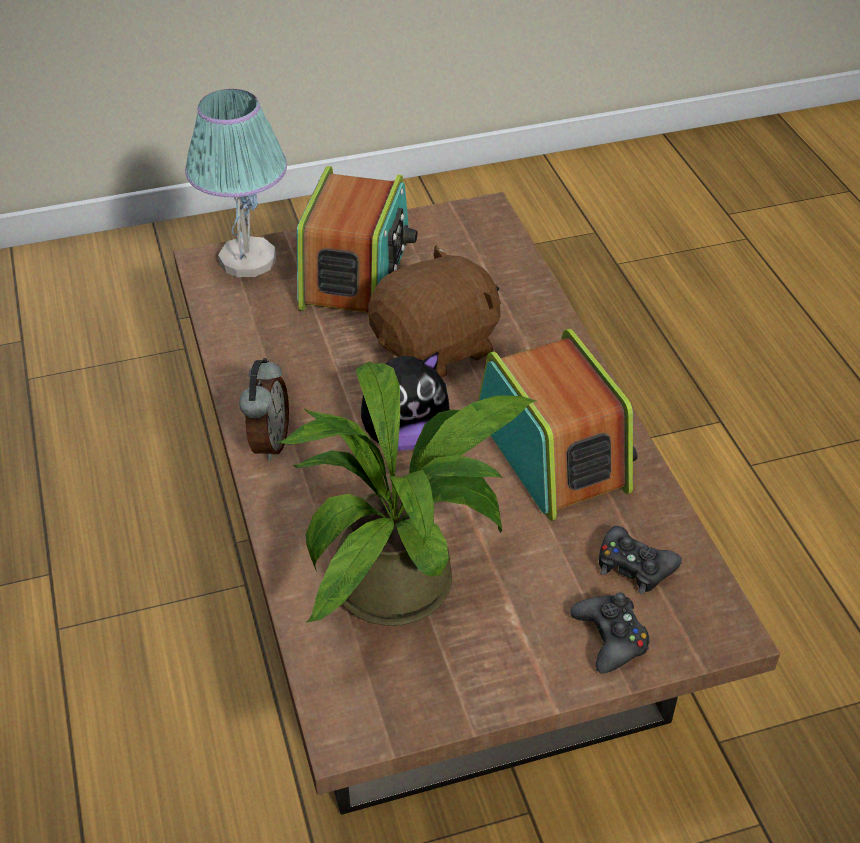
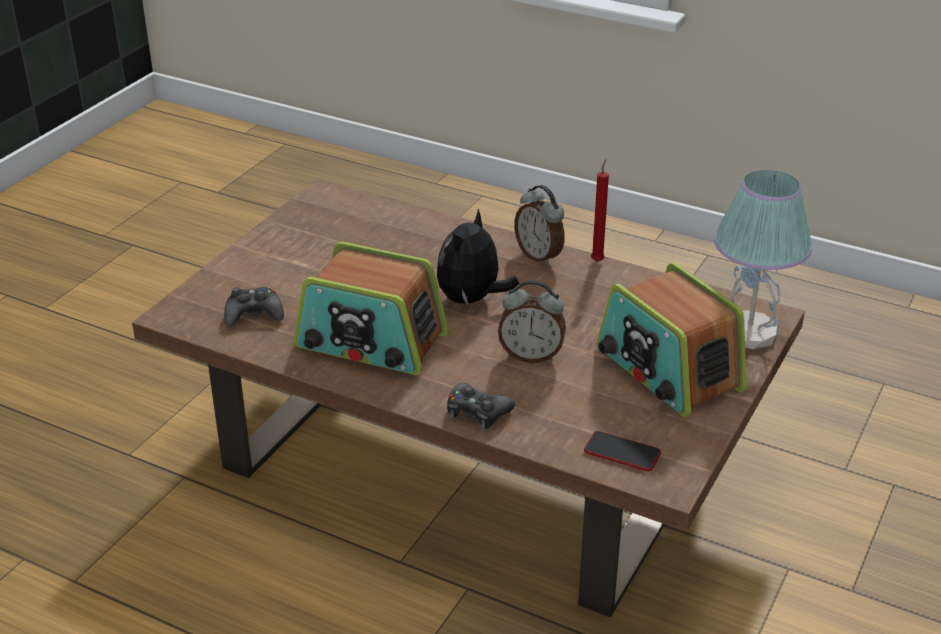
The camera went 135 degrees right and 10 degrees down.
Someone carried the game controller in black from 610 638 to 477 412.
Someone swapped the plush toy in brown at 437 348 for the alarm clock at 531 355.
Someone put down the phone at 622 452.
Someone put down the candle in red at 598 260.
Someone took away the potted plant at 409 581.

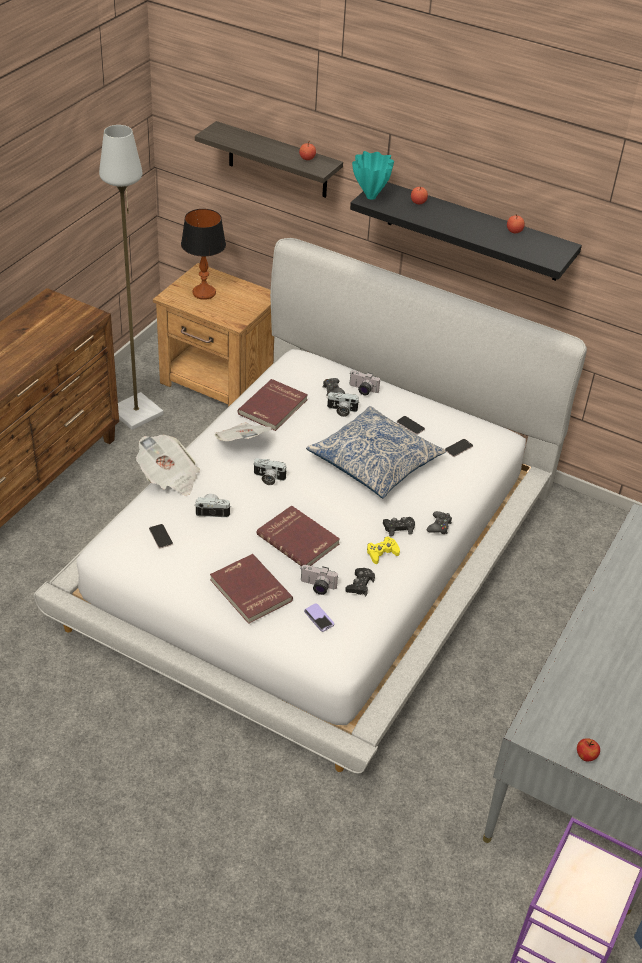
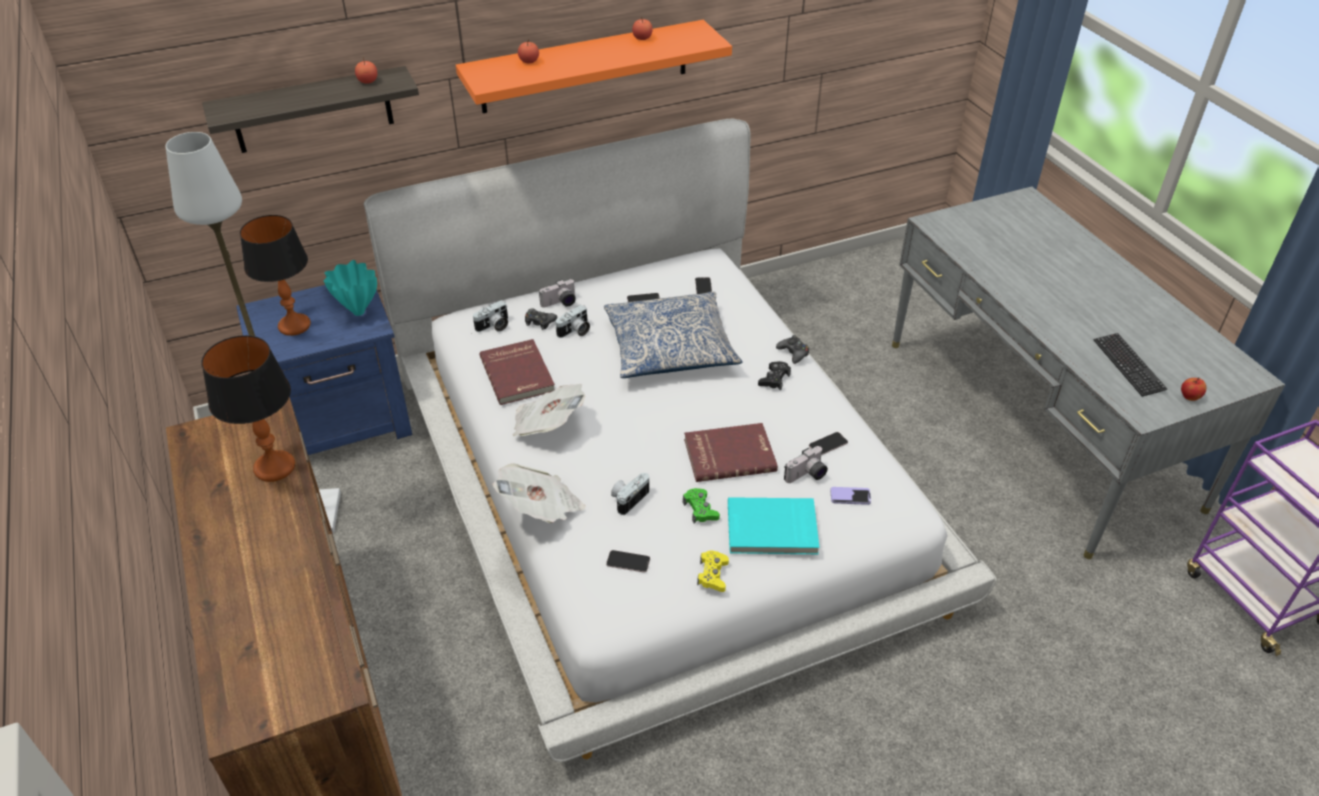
The camera went 50 degrees left and 0 degrees up.
Someone put down the table lamp at 275 467.
Someone repainted the nightstand in brown at 219 381, which became the nightstand in blue at 344 421.
Someone carried the vase in turquoise from 370 196 to 357 312.
Someone repainted the shelf in black at 473 231, which became the shelf in orange at 585 67.
Someone carried the photo camera from 268 478 to 494 326.
Someone put down the game controller in green at 700 510.
Someone carried the game controller in yellow from 382 553 to 712 575.
Someone repainted the book in red at 249 591, which became the book in turquoise at 772 530.
Someone swapped the game controller in black at 360 585 for the phone at 828 444.
Someone put down the keyboard at 1128 365.

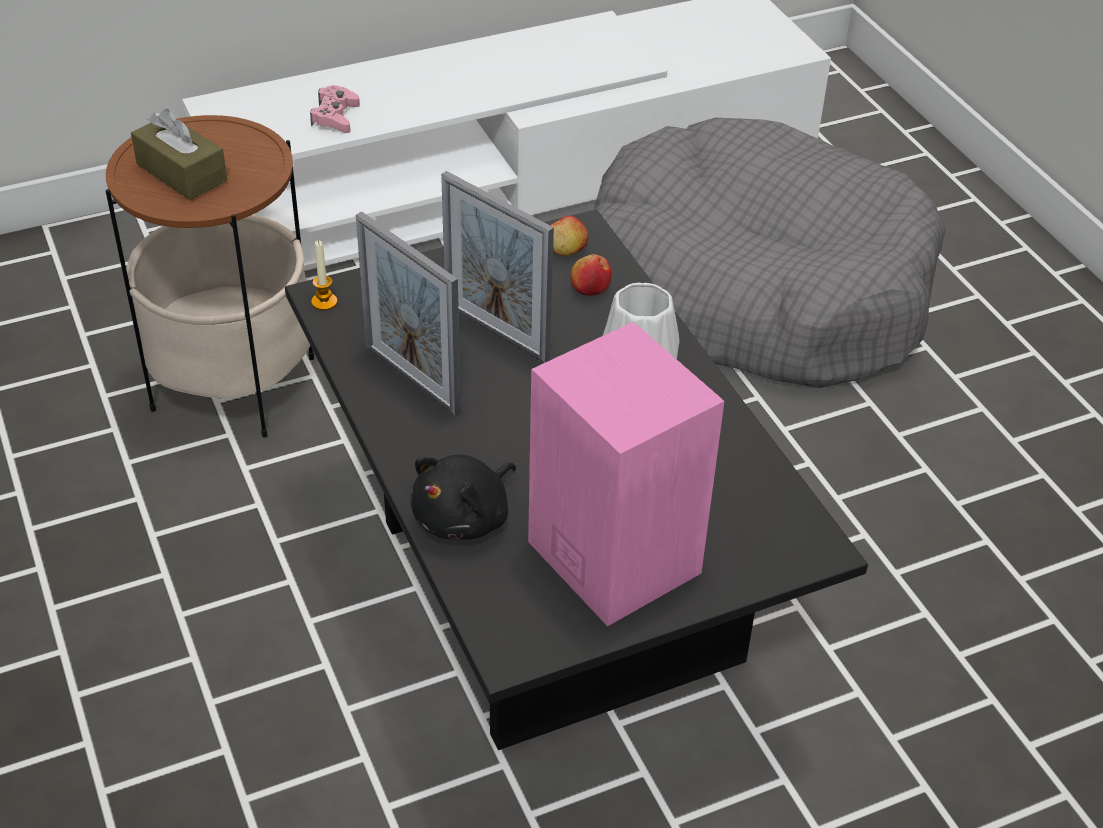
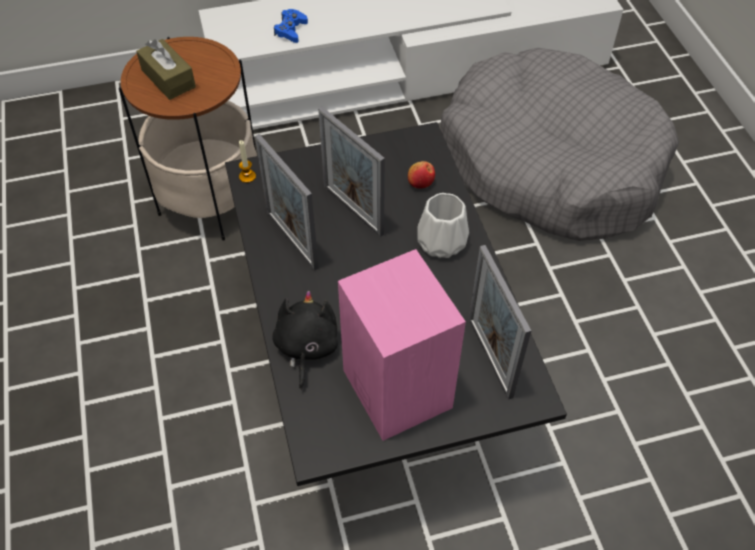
The camera went 10 degrees right and 10 degrees up.
Someone rotated the plush toy in black at 465 517 by 135 degrees clockwise.
Someone repainted the game controller in pink at 335 117, which became the game controller in blue at 291 30.
Someone put down the picture frame at 490 357.
Someone took away the apple at 566 250.

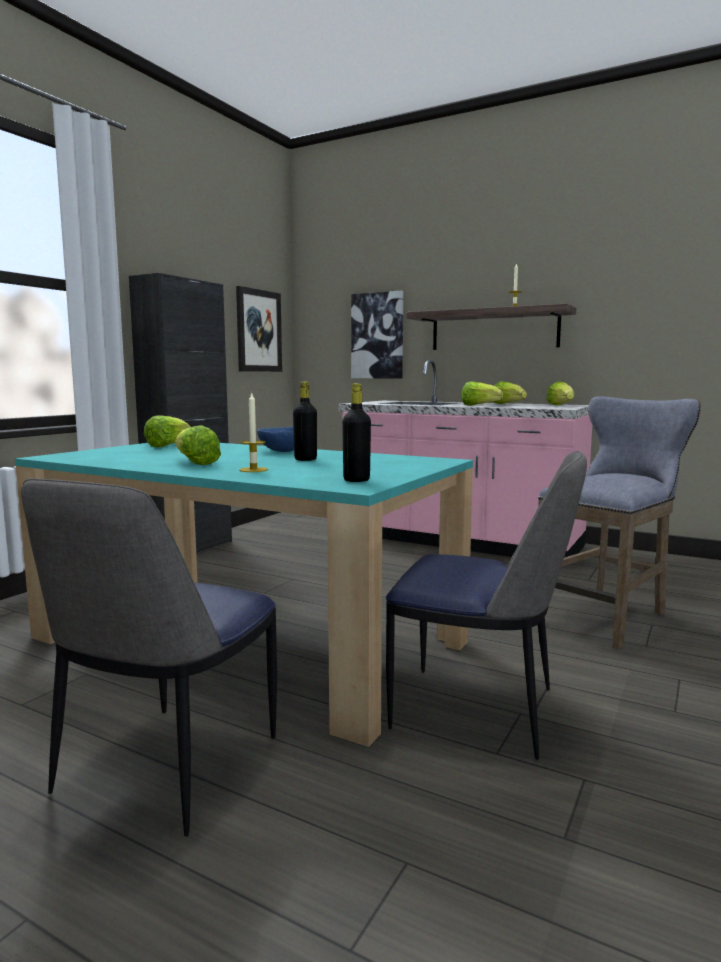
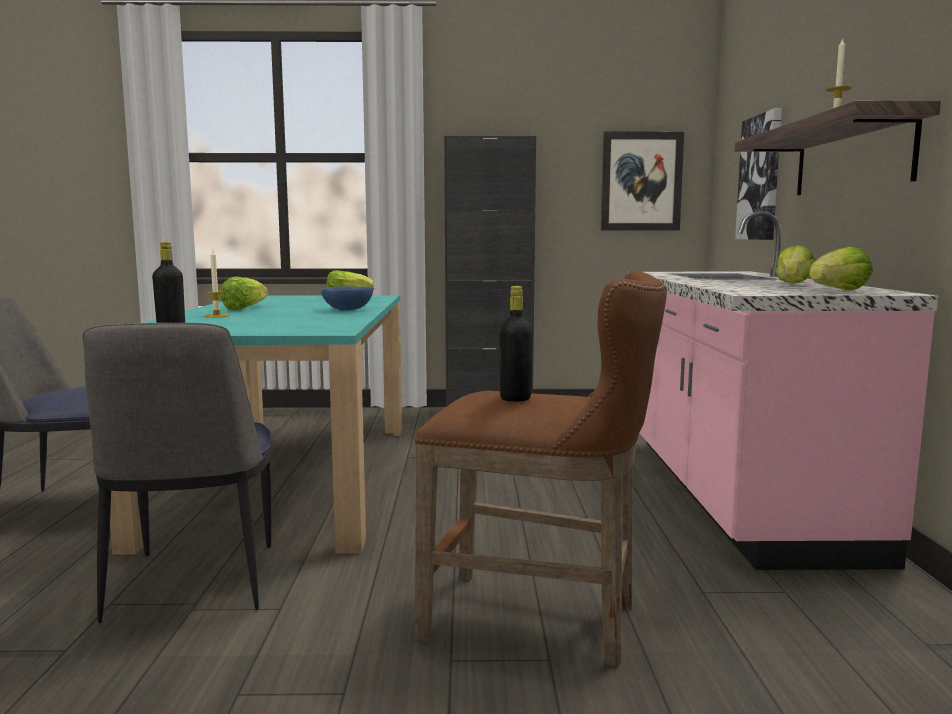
The camera went 60 degrees right and 0 degrees up.
Someone repainted the stool in grey at 607 616, which became the stool in brown at 542 622.
Someone carried the bottle in black from 305 459 to 515 398.
Someone took away the lettuce at 479 405.

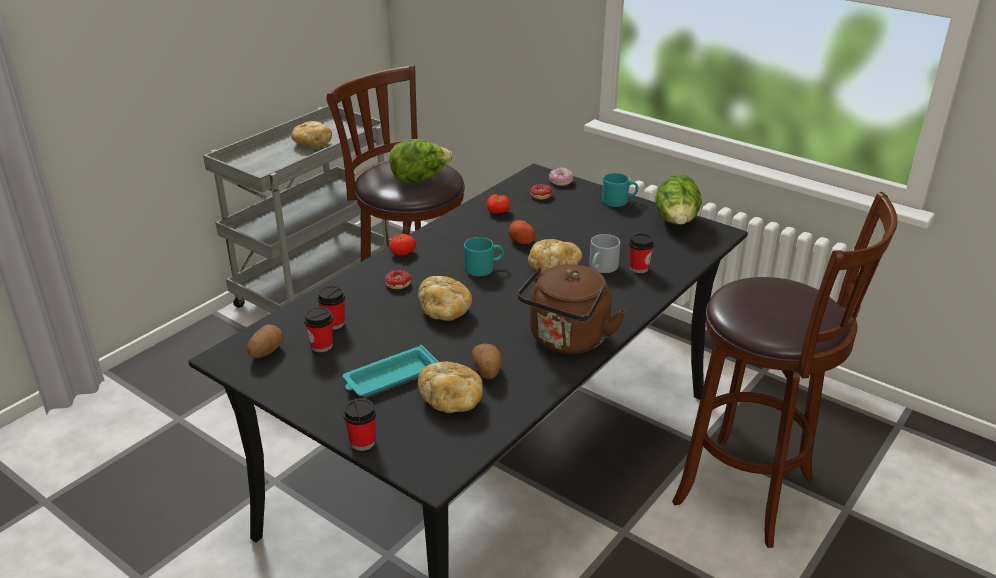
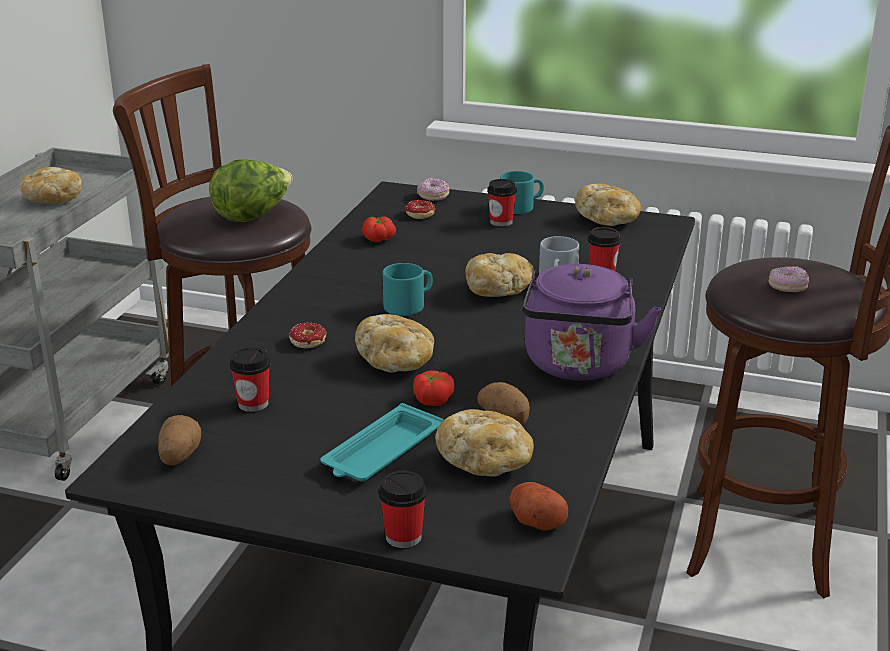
The camera went 20 degrees left and 5 degrees down.
Someone carried the tomato from 402 252 to 432 400.
Someone carried the cup from 321 346 to 501 222.
Someone carried the potato from 521 240 to 535 520.
Someone repainted the kettle in brown at 567 341, which became the kettle in purple at 578 367.
Someone swapped the lettuce at 676 223 for the bread at 608 220.
Someone put down the donut at 787 288.

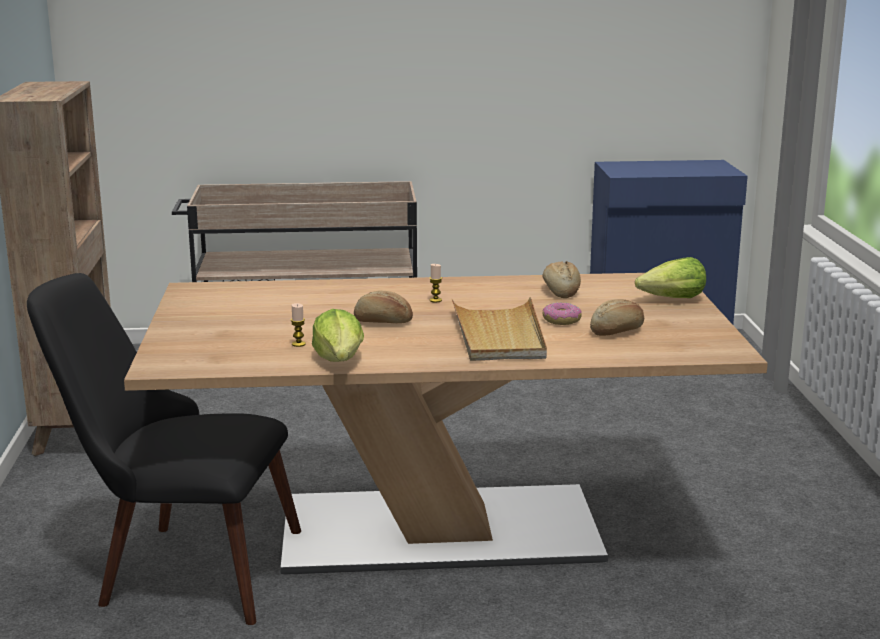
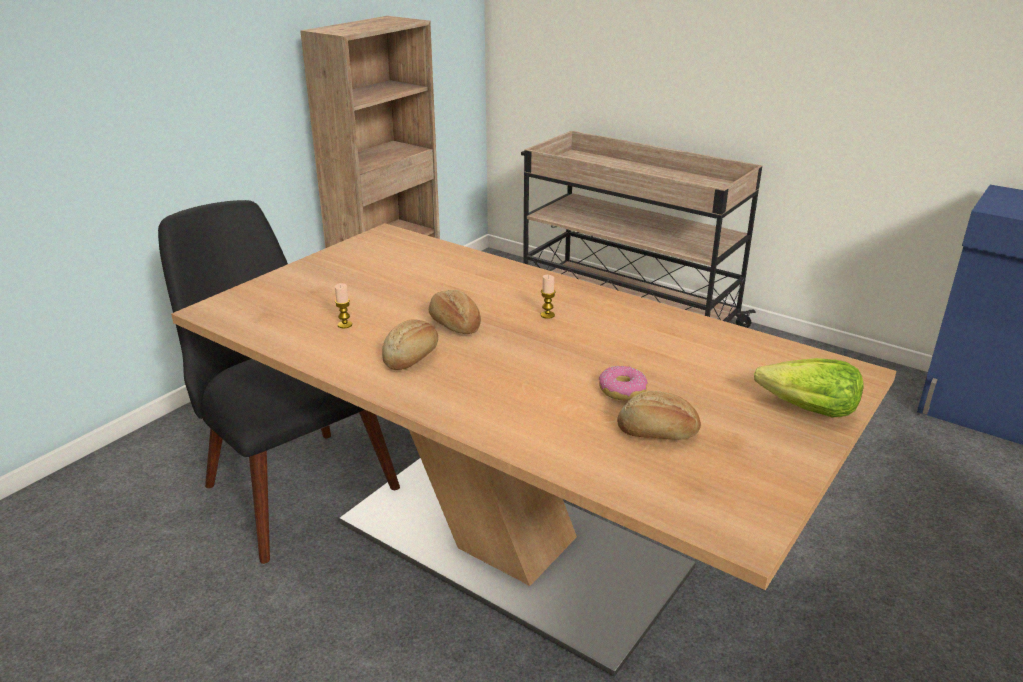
The camera went 40 degrees right and 10 degrees up.
Someone carried the bread from 561 291 to 412 357.
Someone took away the lettuce at 340 360.
Someone took away the tray in beige at 499 335.

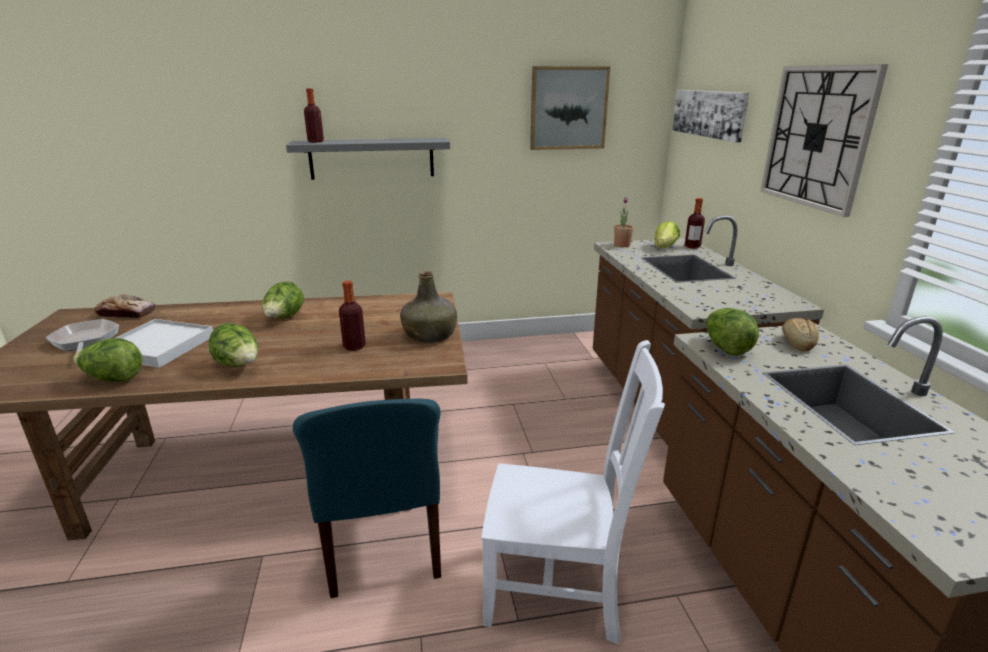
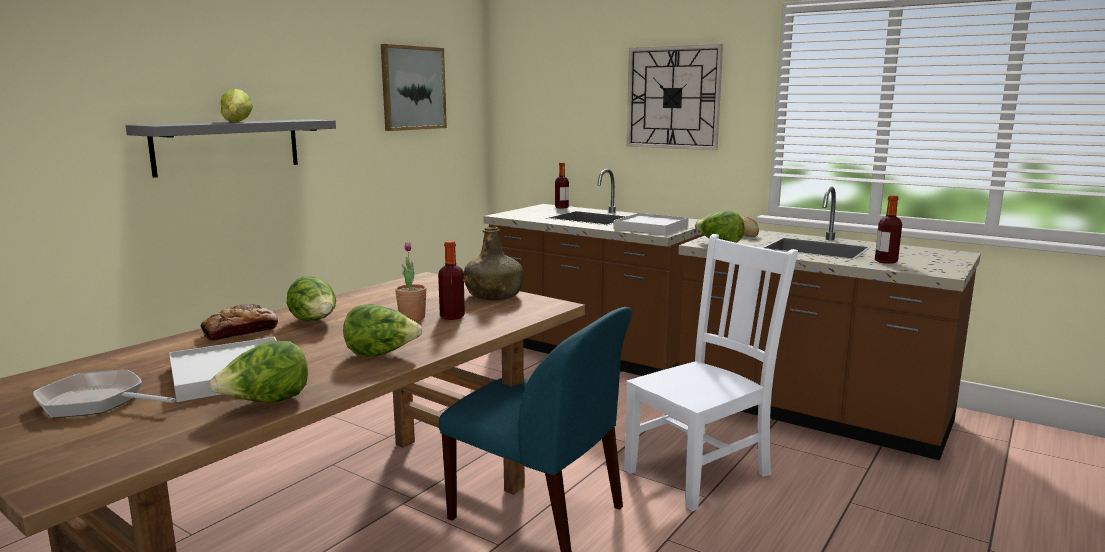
The camera went 45 degrees left and 10 degrees down.
Someone carried the bread from 127 313 to 240 331.
Someone carried the lettuce from 664 248 to 237 122.
Someone carried the potted plant from 622 245 to 412 317.
Someone put down the tray in white at 651 227.
Someone carried the bottle from 315 141 to 886 261.
Someone took away the picture at 709 113.

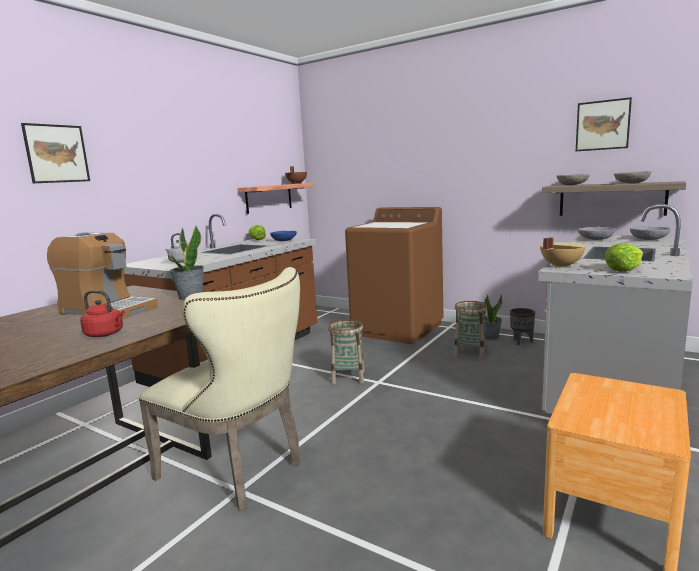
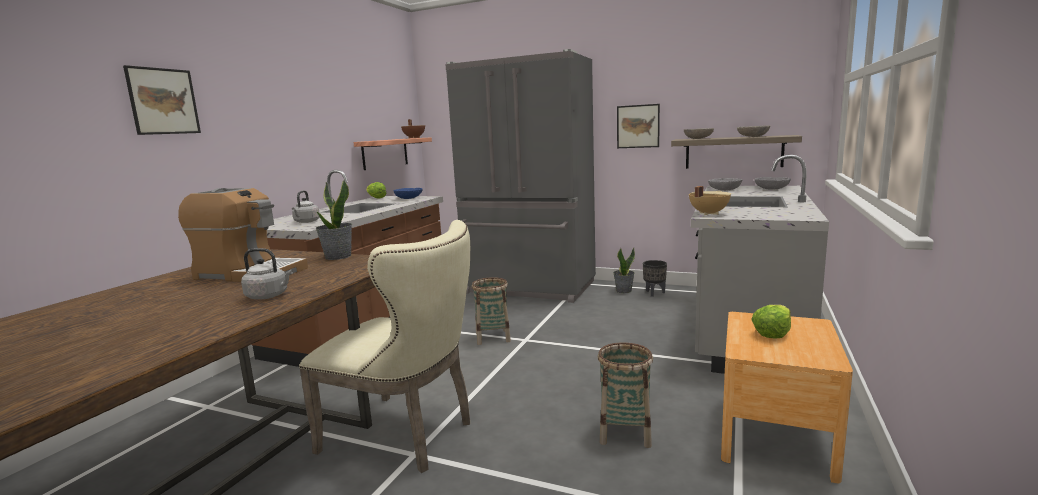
The camera went 10 degrees left and 0 degrees up.
Someone repainted the kettle in red at 106 334, which became the kettle in grey at 269 296.
Someone swapped the washing machine in brown at 398 329 for the fridge in grey at 529 288.
Someone carried the basket from 470 353 to 625 432.
Someone carried the picture from 602 125 to 638 126.
Someone carried the lettuce from 623 269 to 772 333.

